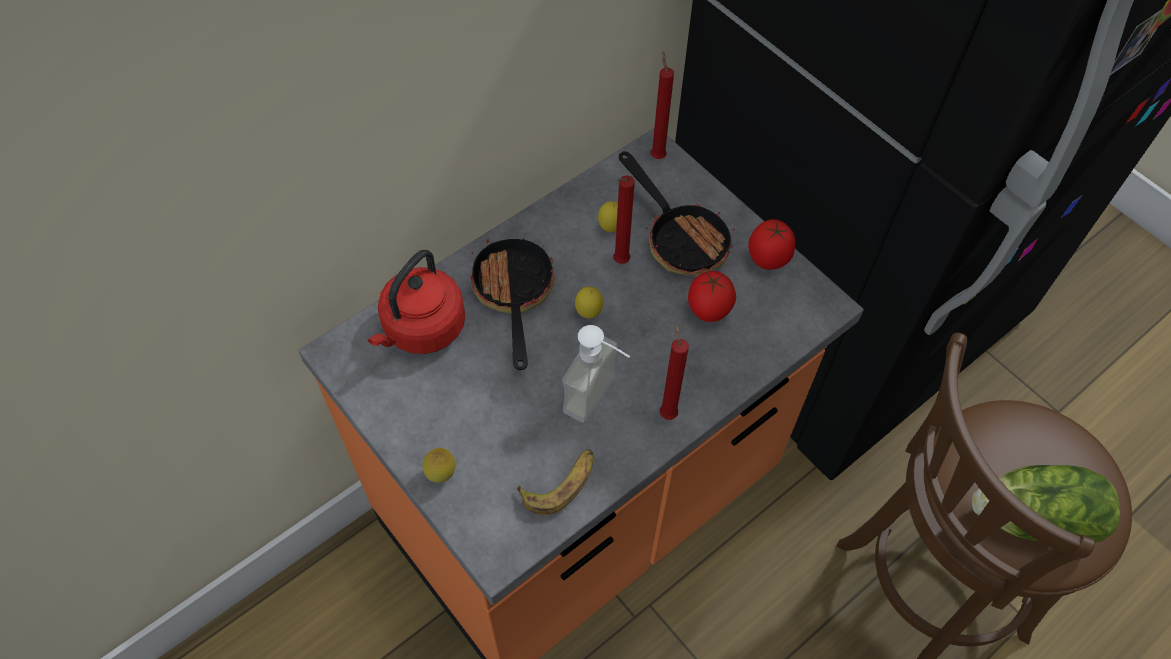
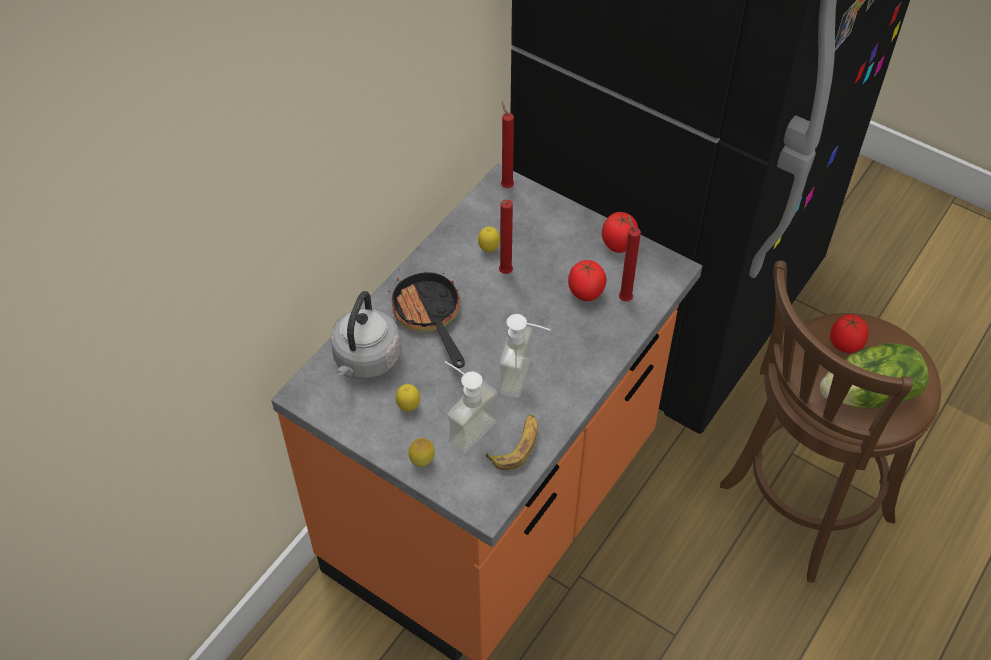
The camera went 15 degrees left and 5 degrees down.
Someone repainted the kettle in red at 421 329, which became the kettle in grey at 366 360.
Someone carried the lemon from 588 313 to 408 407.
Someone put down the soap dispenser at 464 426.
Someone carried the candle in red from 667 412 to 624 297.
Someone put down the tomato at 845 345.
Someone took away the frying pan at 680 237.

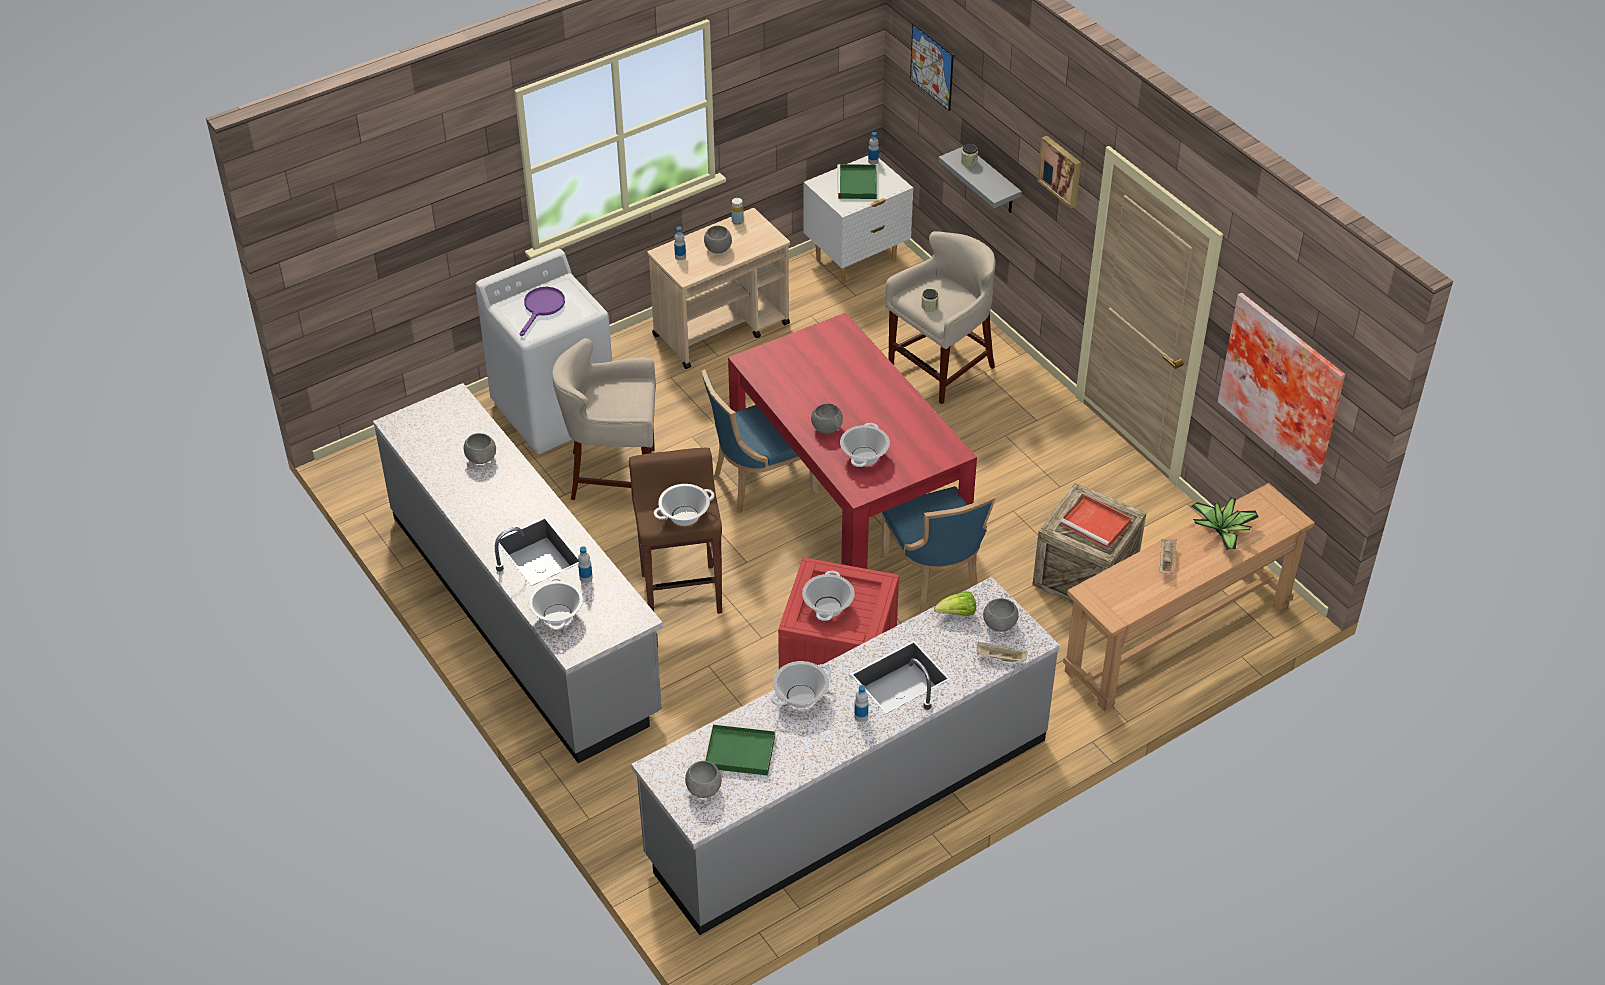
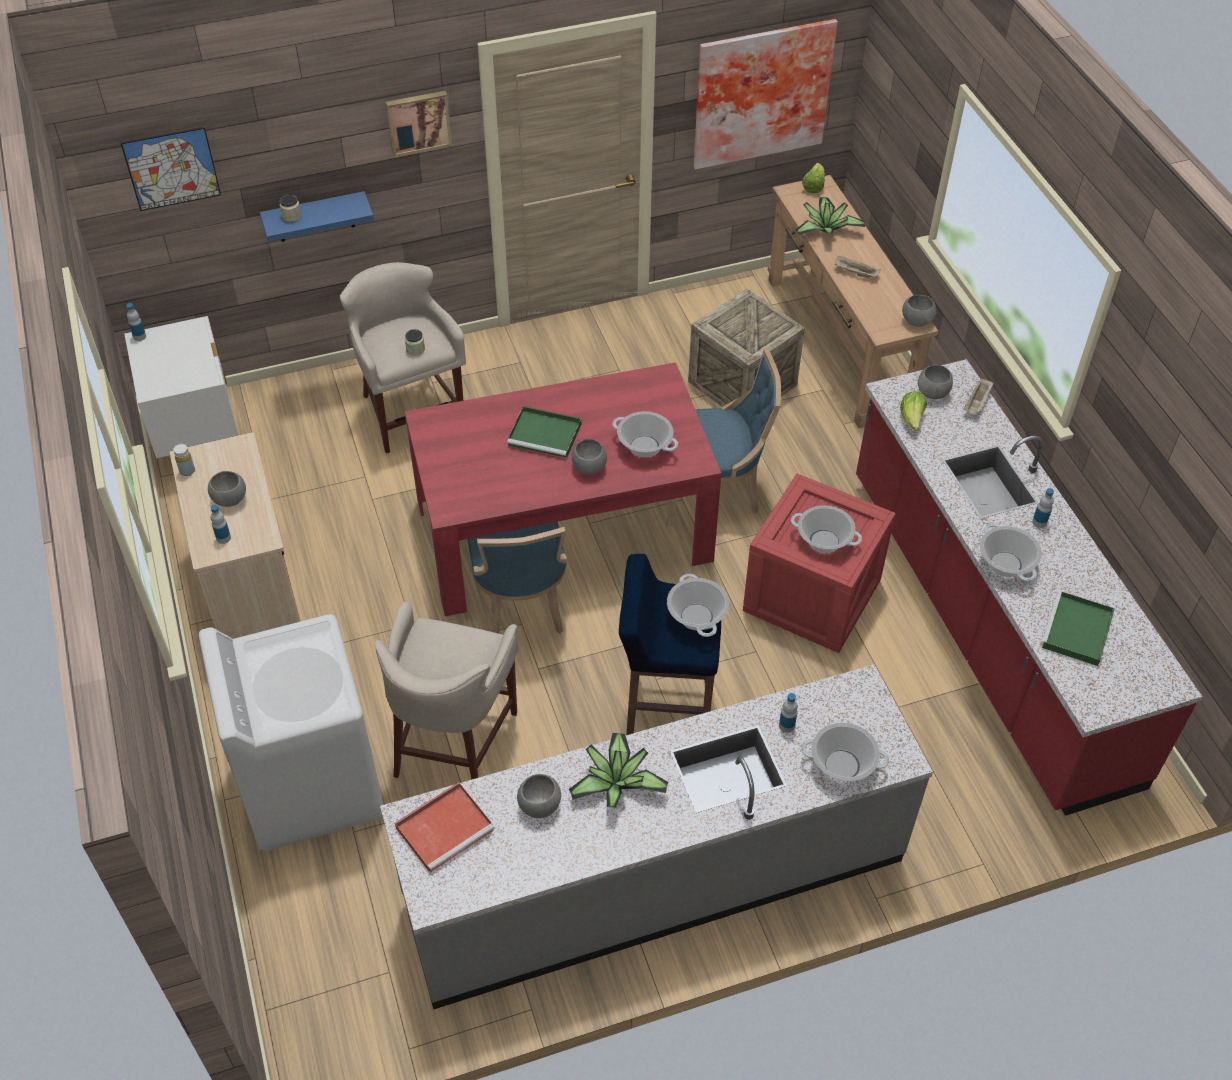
The camera went 75 degrees left and 5 degrees up.
Someone repainted the shelf in grey at 992 182, which became the shelf in blue at 315 217.
Someone carried the tray in red from 1097 524 to 446 827.
Someone carried the tray in green from 857 184 to 546 435.
Someone put down the potted plant at 616 783.
Someone repainted the stool in brown at 681 592, which became the stool in blue at 666 710.
Someone put down the lettuce at 813 186.
Someone repainted the counter in grey at 848 798, which became the counter in red at 987 626.
Someone carried the bowl in grey from 704 788 to 916 321.
Someone took away the frying pan in purple at 542 308.

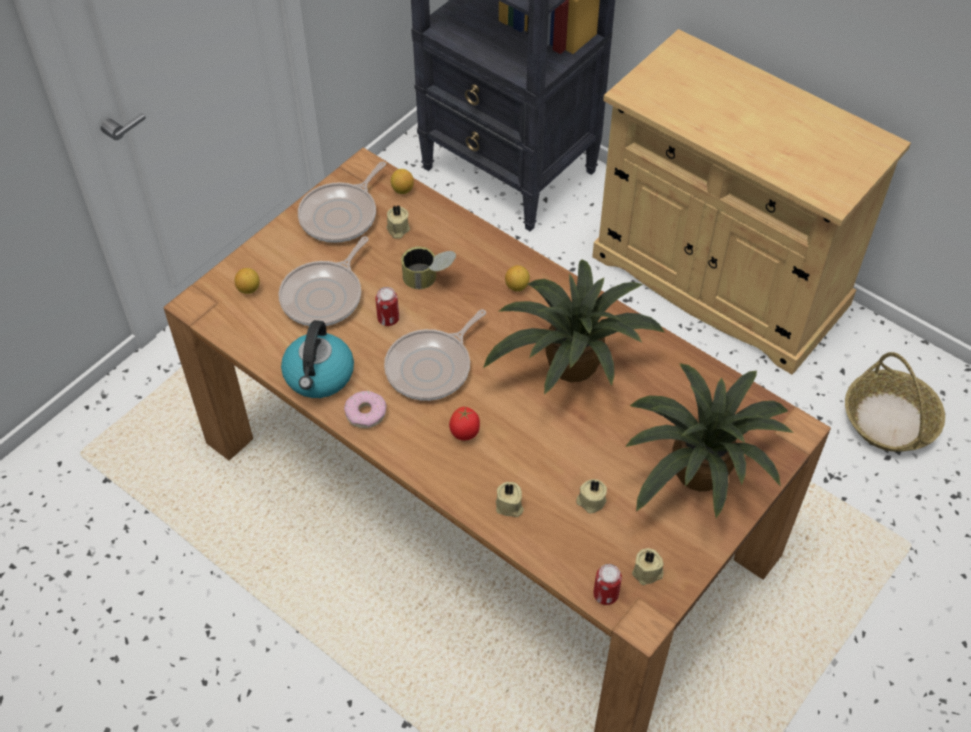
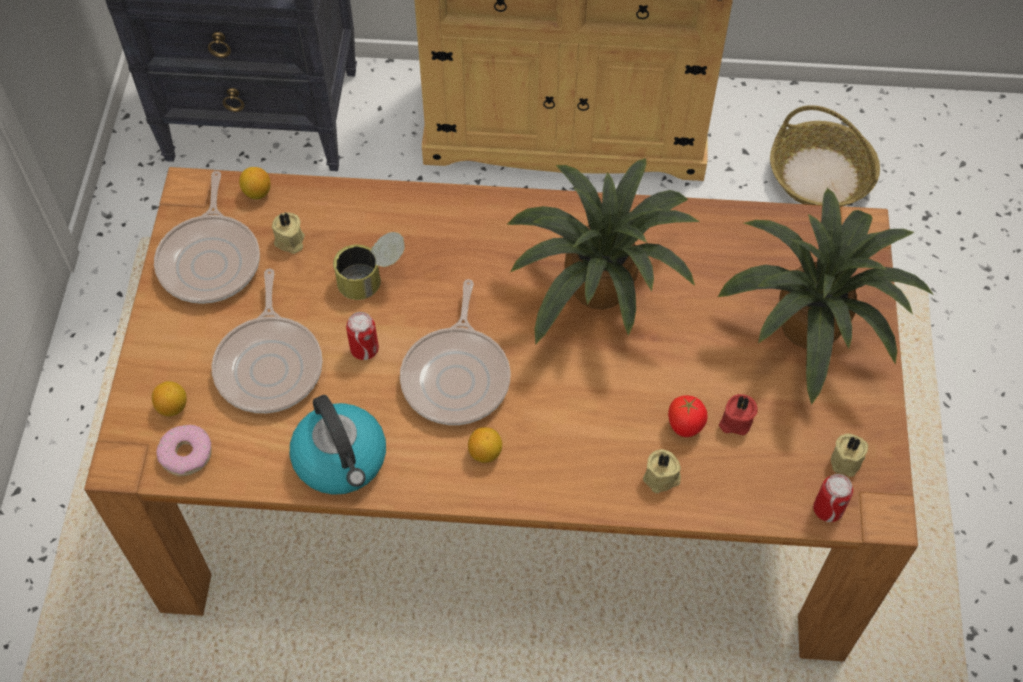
The camera went 35 degrees left and 5 degrees up.
Someone carried the donut from 366 413 to 186 454.
Someone carried the lemon from 517 286 to 485 453.
Someone carried the tomato from 465 434 to 685 427.
Someone repainted the candle in beige at 590 501, which became the candle in red at 735 421.

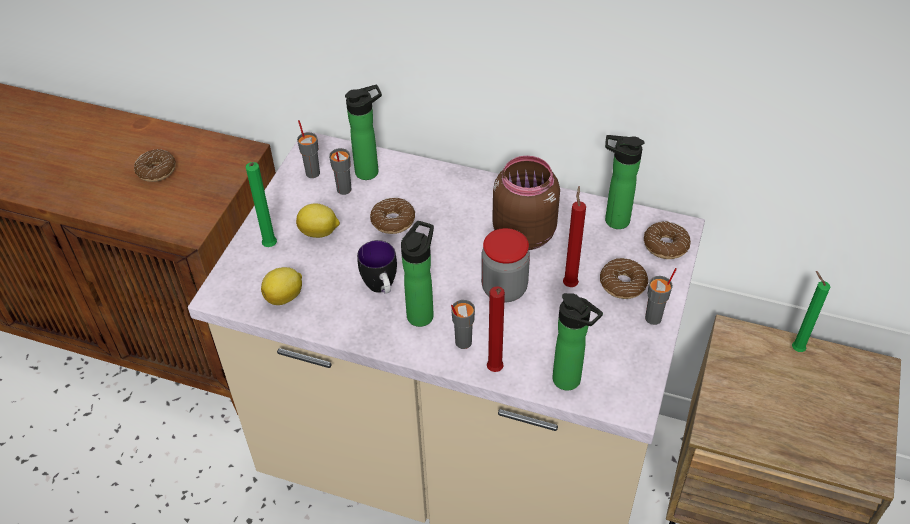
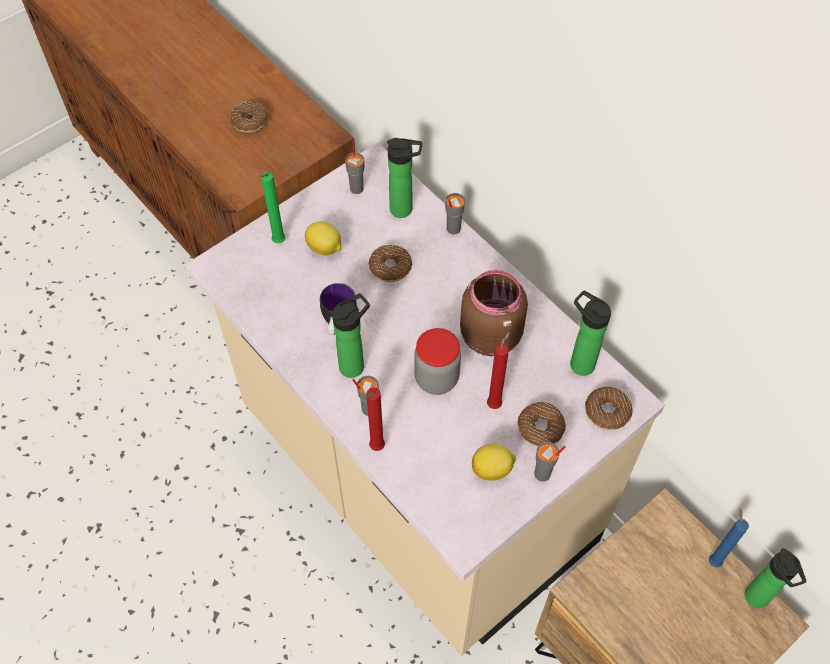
The camera went 30 degrees right and 10 degrees up.
Someone carried the cup in grey from 343 190 to 453 229.
Someone carried the lemon from 285 297 to 492 469.
Someone repainted the candle in green at 795 348, which became the candle in blue at 713 560.
Someone carried the bottle from 570 382 to 758 600.

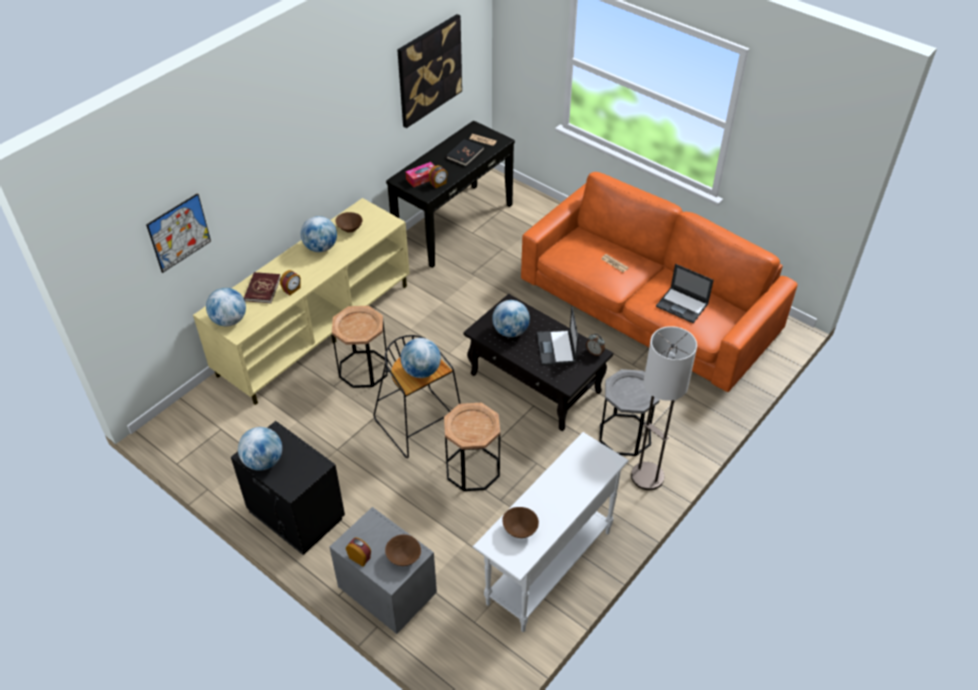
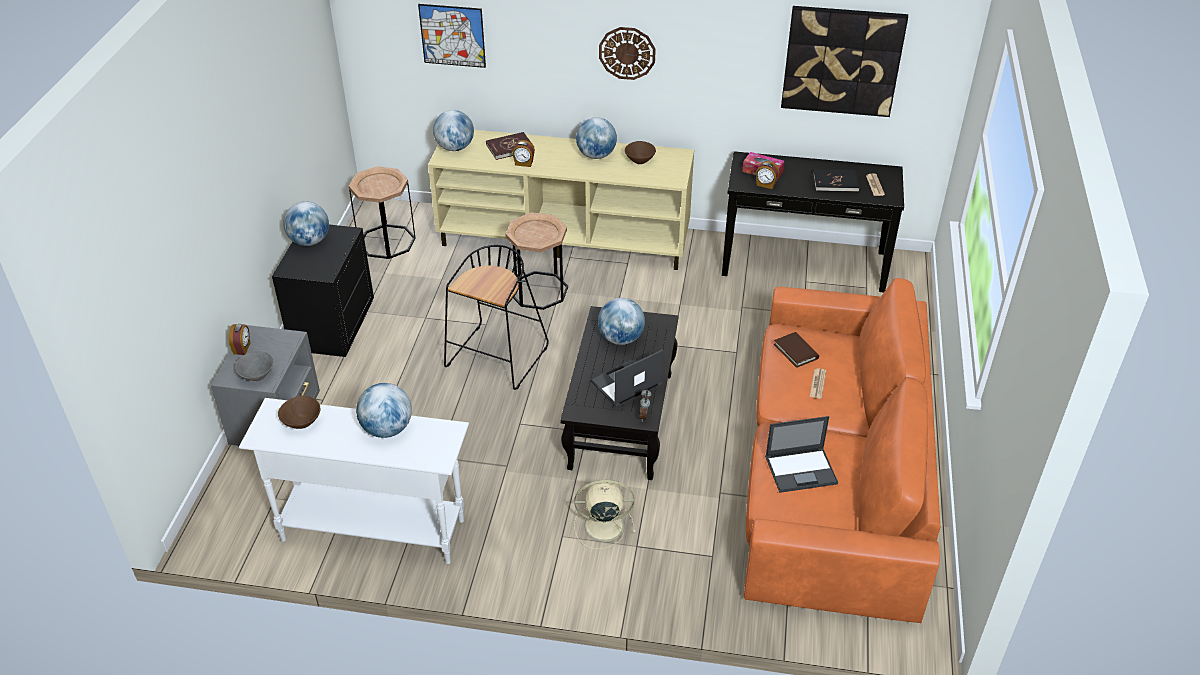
The camera went 60 degrees right and 5 degrees down.
Someone repainted the bowl in brown at 404 558, which became the bowl in grey at 257 376.
Someone carried the side table in brown from 472 469 to 387 241.
Someone carried the globe from 421 371 to 387 429.
Someone swapped the side table in grey at 625 435 for the fan in beige at 602 526.
Someone put up the wall clock at 627 53.
Someone rotated the laptop at 682 305 by 105 degrees counterclockwise.
Someone put down the book in brown at 796 351.
Someone took away the floor lamp at 647 476.

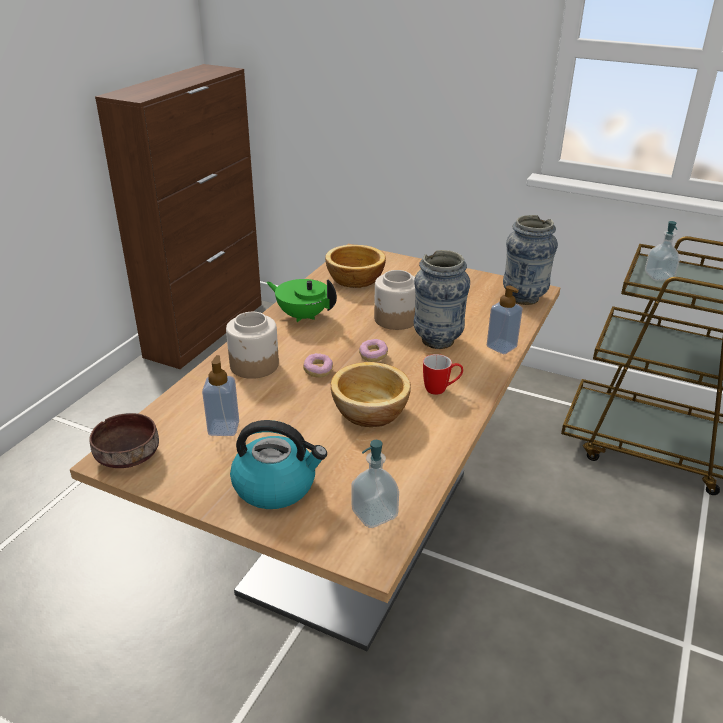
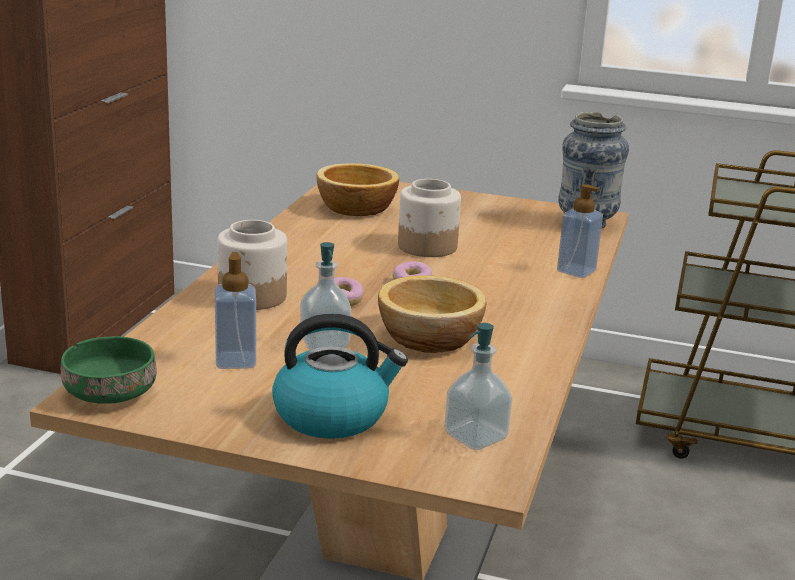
The camera went 10 degrees left and 10 degrees down.
Someone repainted the bowl in brown at 128 456, which became the bowl in green at 111 394.
Someone carried the soap dispenser from 658 276 to 324 343.
Someone took away the teapot in green at 303 316.
Someone took away the vase at 437 340.
Someone took away the mug at 441 389.

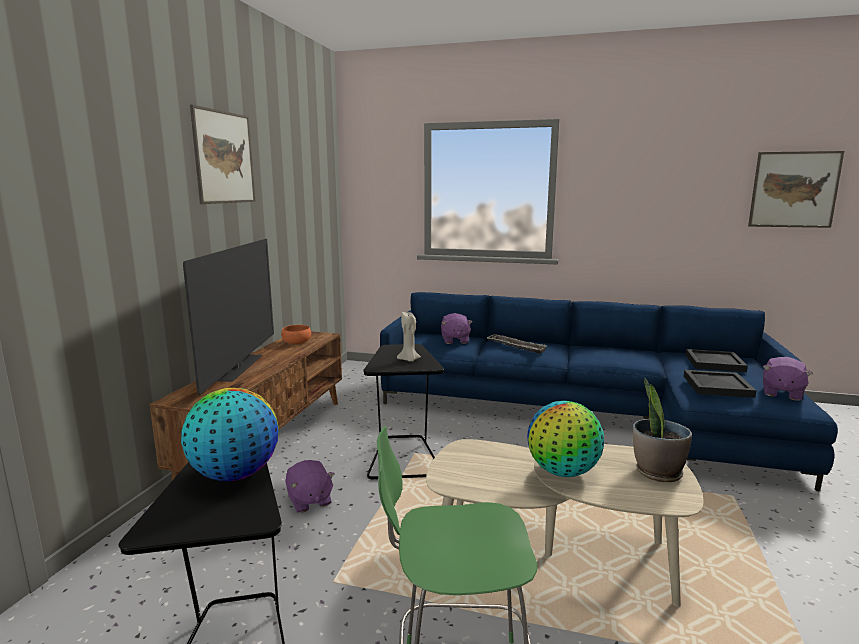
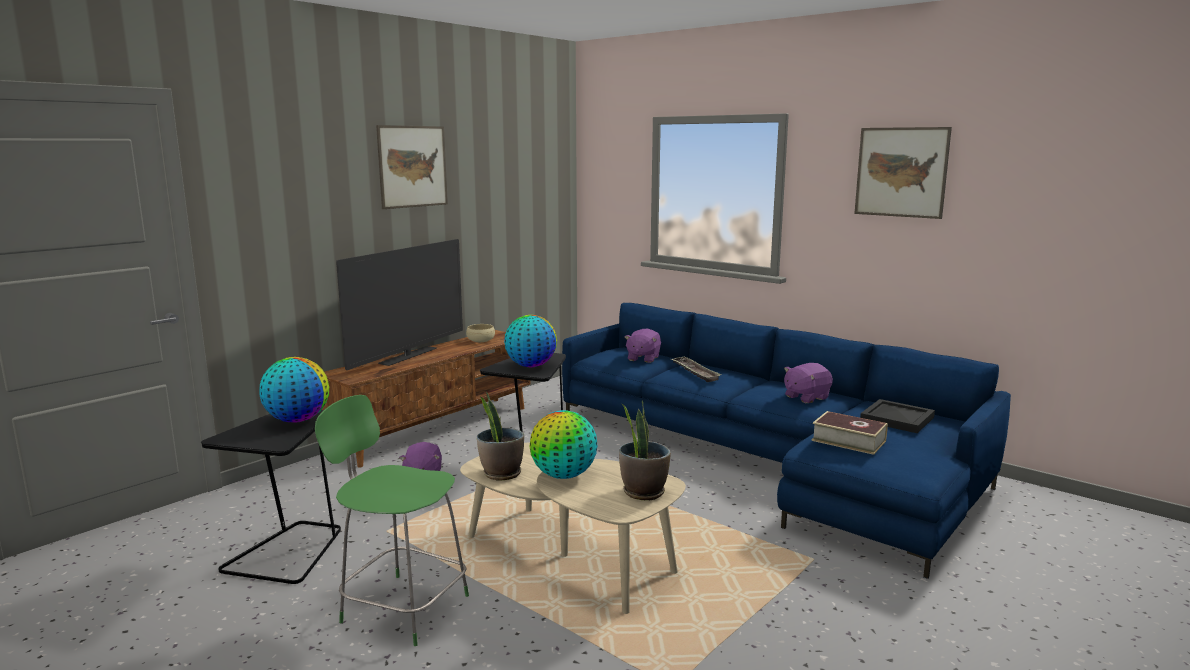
The camera went 25 degrees right and 0 degrees up.
Someone repainted the bowl in orange at 297 342, which became the bowl in beige at 481 340.
Someone put down the potted plant at 501 473.
Someone swapped the candle in beige at 409 360 for the globe at 531 366.
Someone carried the plush toy in purple from 781 393 to 806 397.
Someone swapped the tray in black at 718 386 for the book at 848 441.
Someone carried the picture from 794 189 to 901 172.

